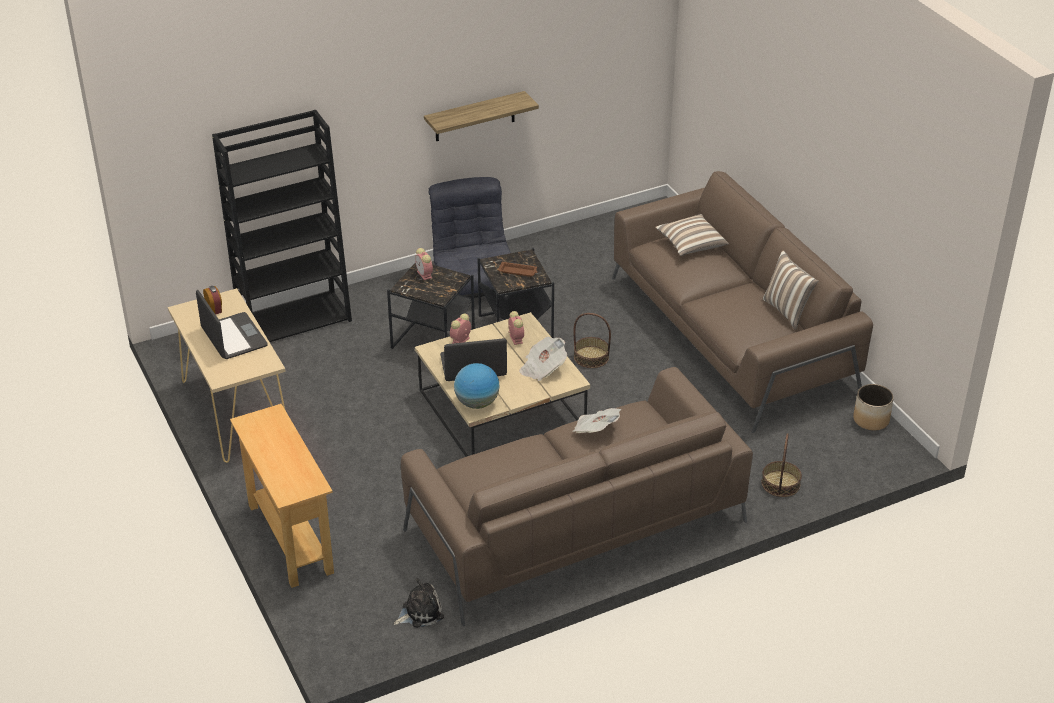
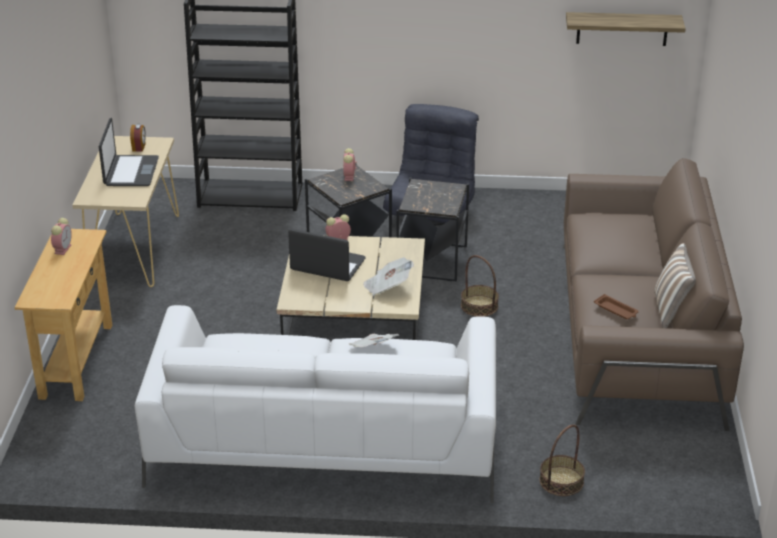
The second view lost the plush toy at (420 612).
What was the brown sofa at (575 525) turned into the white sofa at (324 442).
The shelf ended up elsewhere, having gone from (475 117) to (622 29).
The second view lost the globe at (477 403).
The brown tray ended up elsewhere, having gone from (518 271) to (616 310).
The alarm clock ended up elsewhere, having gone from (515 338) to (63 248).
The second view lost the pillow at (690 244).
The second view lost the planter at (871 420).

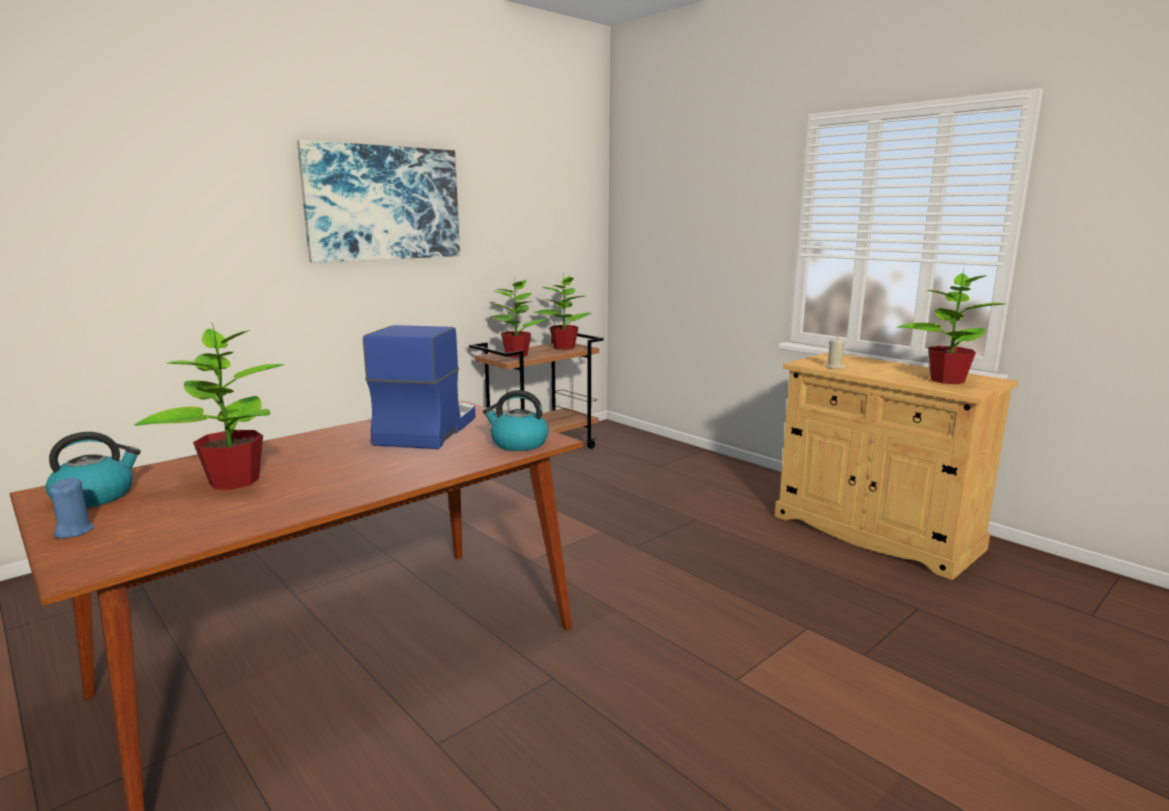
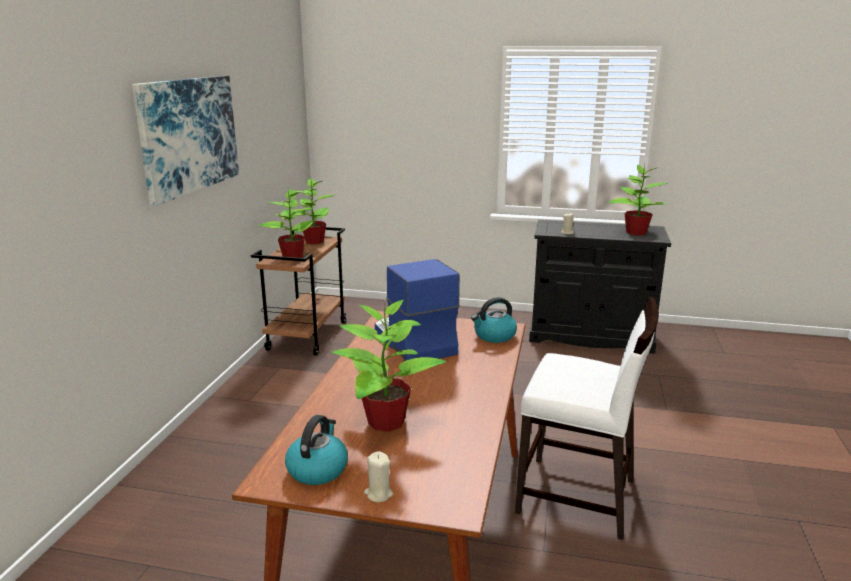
What was the blue candle at (74 531) turned into the beige candle at (378 494).
What was the beige cabinet at (875 532) turned into the black cabinet at (590 336).
The second view gained the white chair at (577 497).

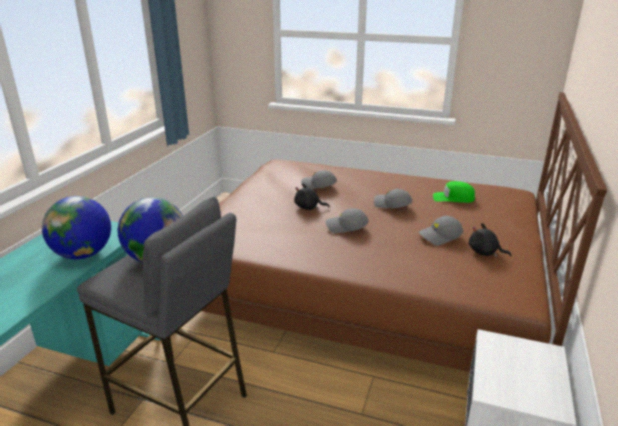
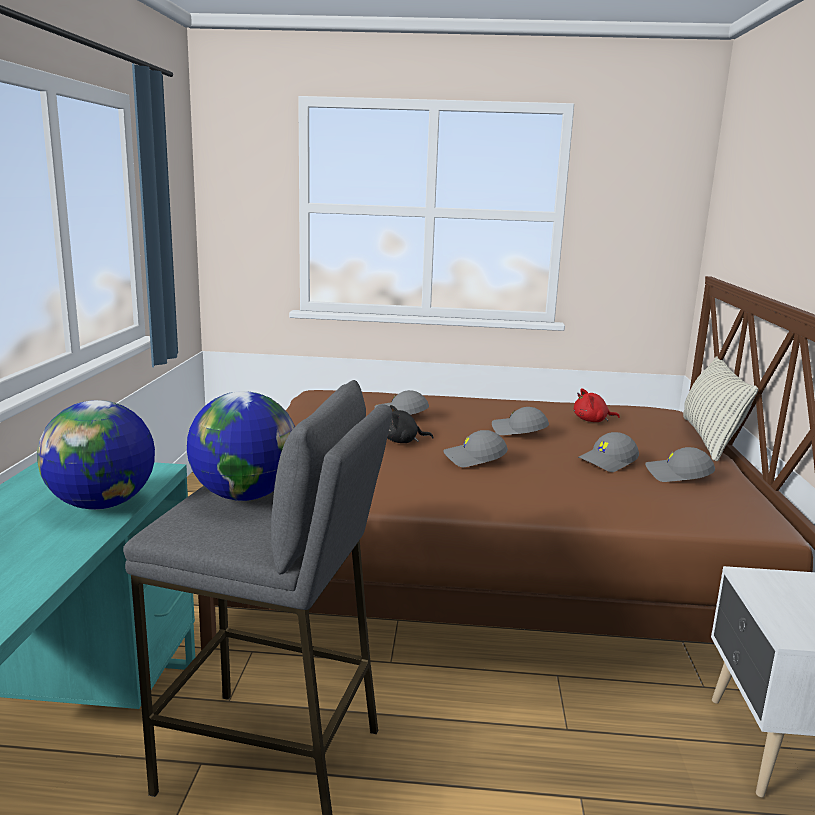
Where the green cap stood at (453 198), the red plush toy came to stand at (592 421).
Where the black plush toy stood at (485 252), the grey cap came to stand at (678 476).
The second view gained the pillow at (709 439).

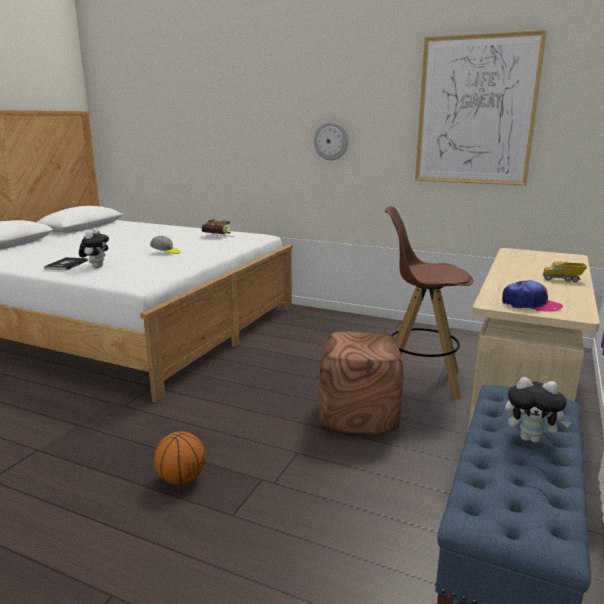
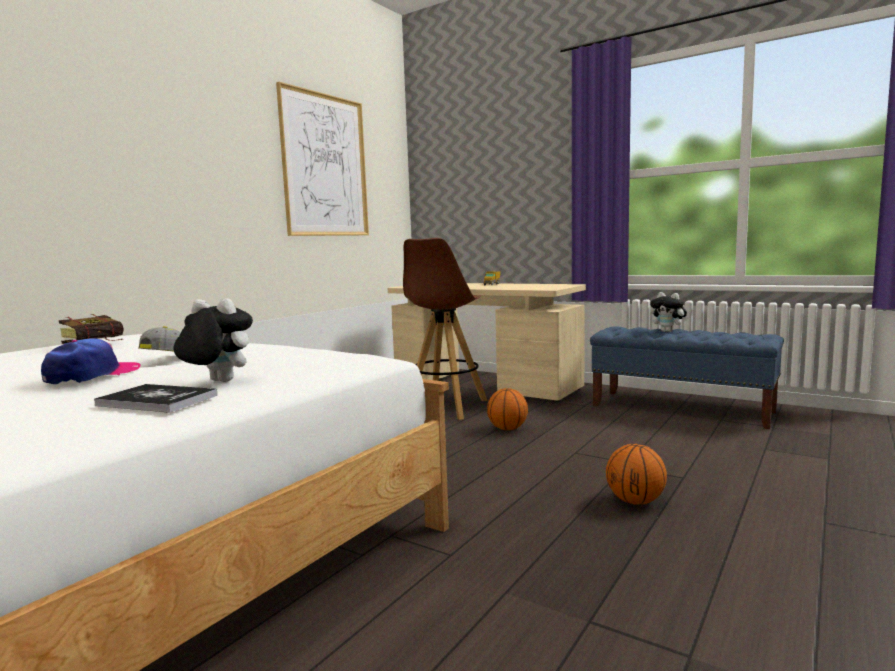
The second view lost the wall clock at (331 141).
Where the brown ottoman stood at (359 415), the basketball came to stand at (507 429).
The cap ended up elsewhere, having gone from (530 304) to (92 375).
The plush toy at (531 438) ended up facing another way, 105 degrees clockwise from before.

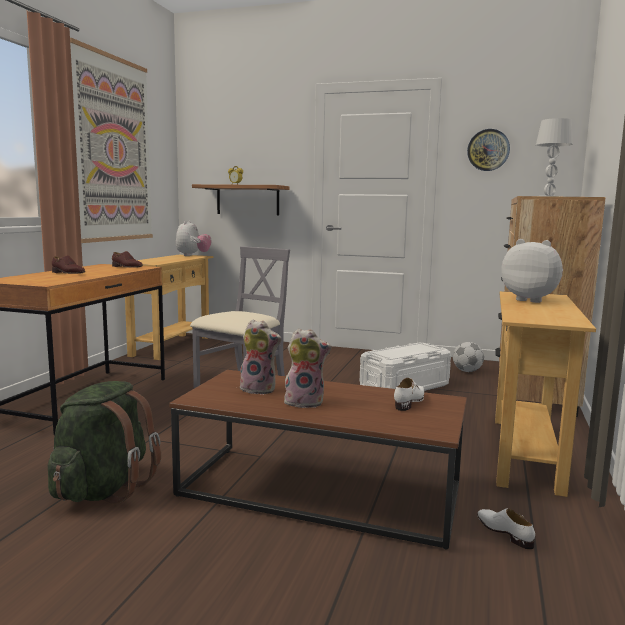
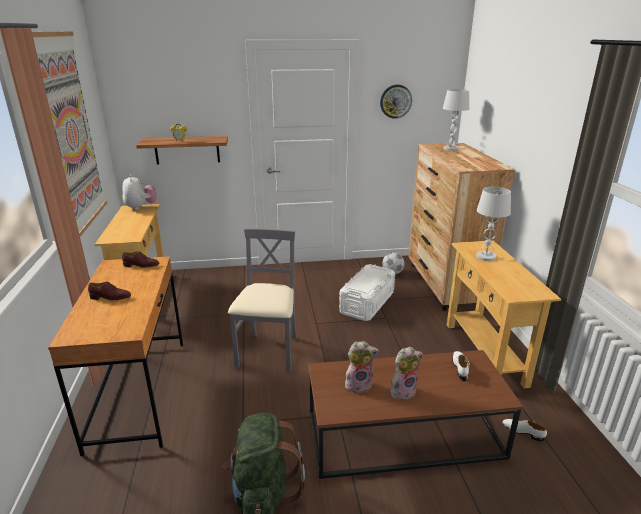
Where the plush toy stood at (531 300), the white table lamp came to stand at (485 257).

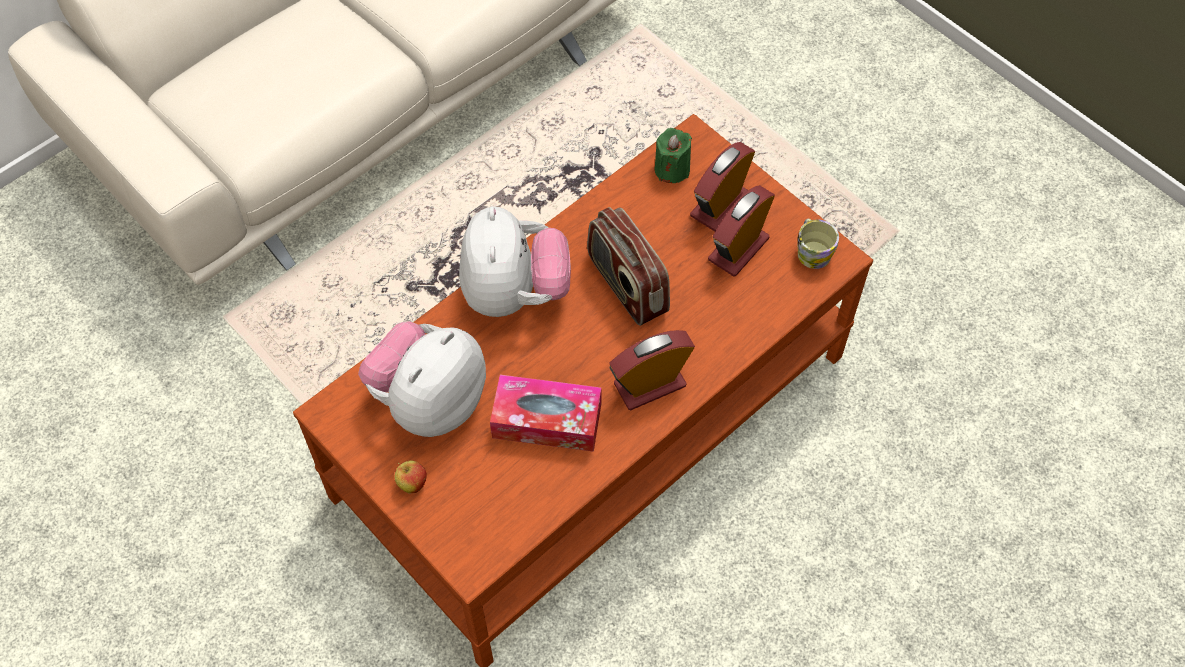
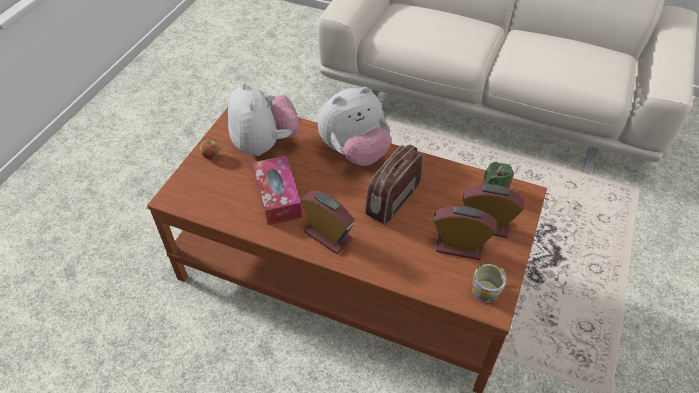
The plush toy at (429 401) ended up facing another way, 60 degrees clockwise from before.

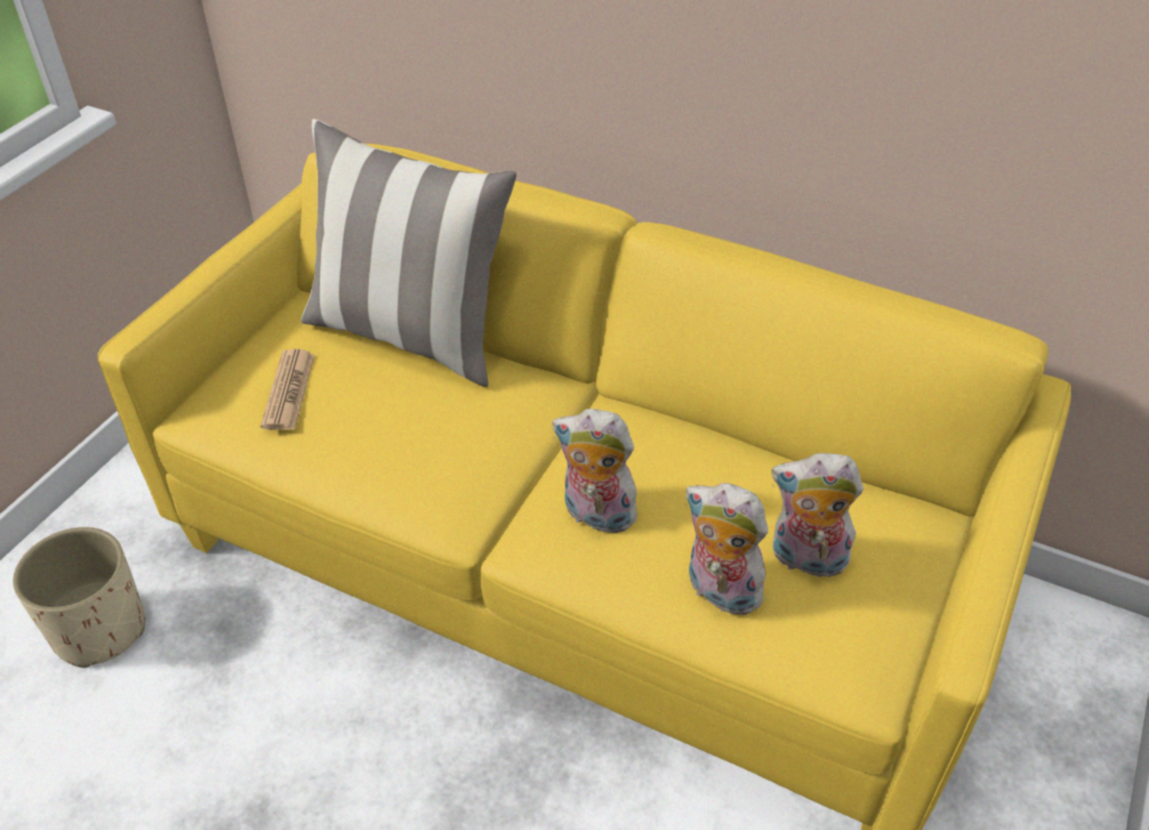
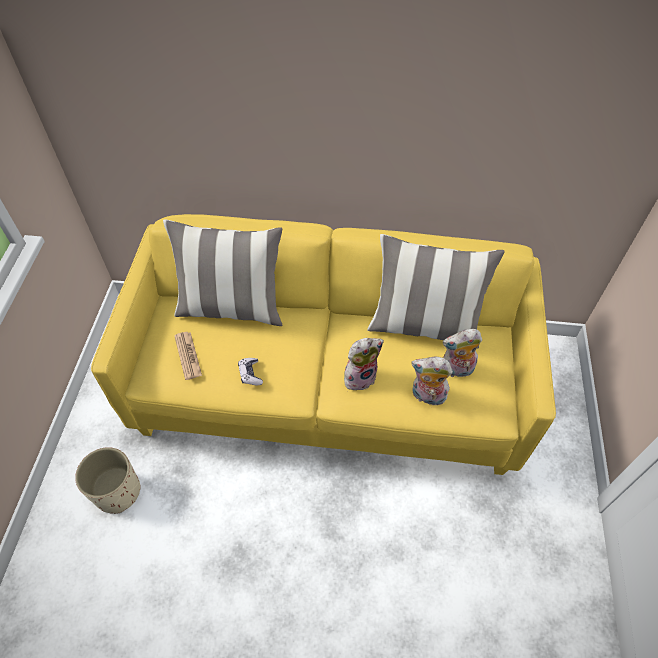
The plush toy at (595 515) ended up facing another way, 150 degrees clockwise from before.
The second view gained the game controller at (250 374).
The second view gained the pillow at (424 325).

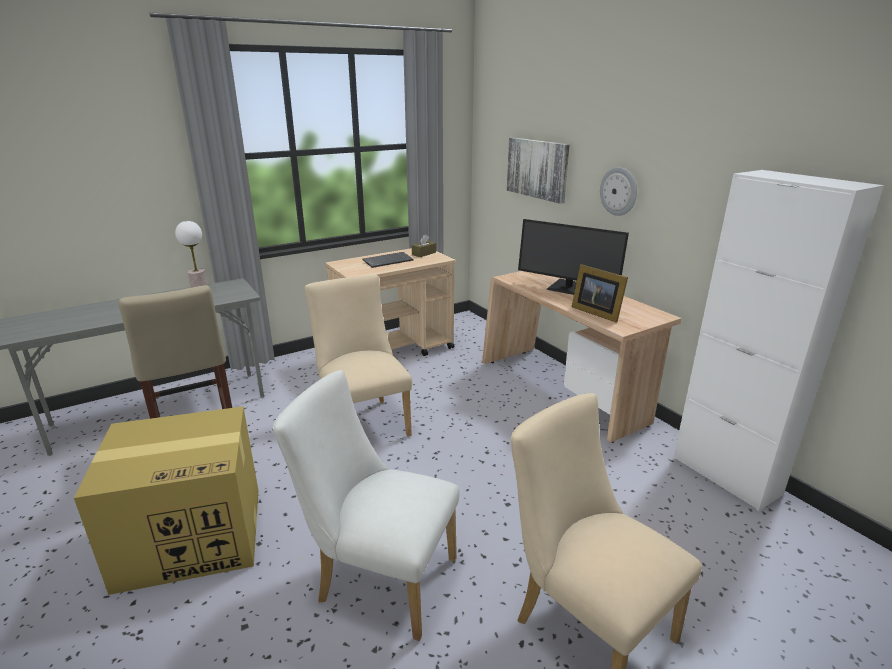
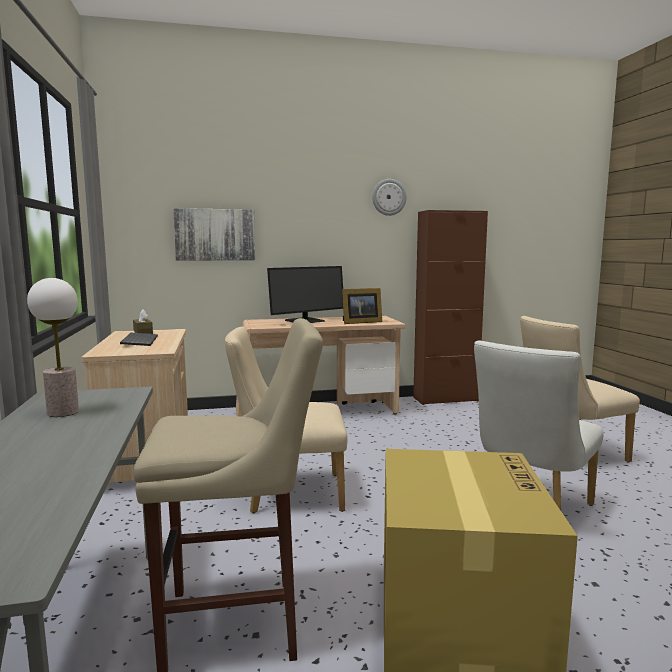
The wall clock ended up elsewhere, having gone from (619 191) to (389 197).
What was the white cabinet at (725 475) turned into the brown cabinet at (445 399).

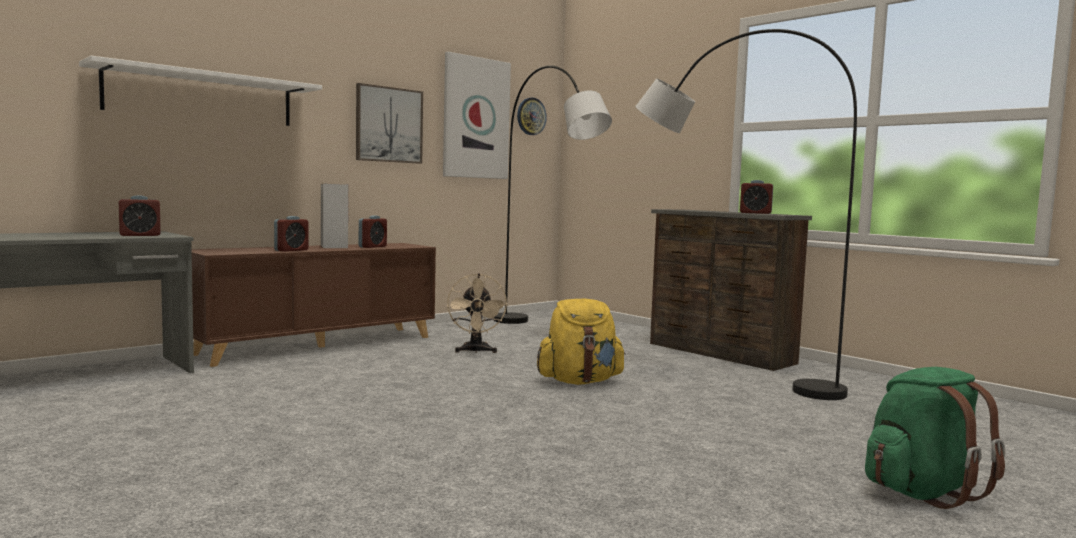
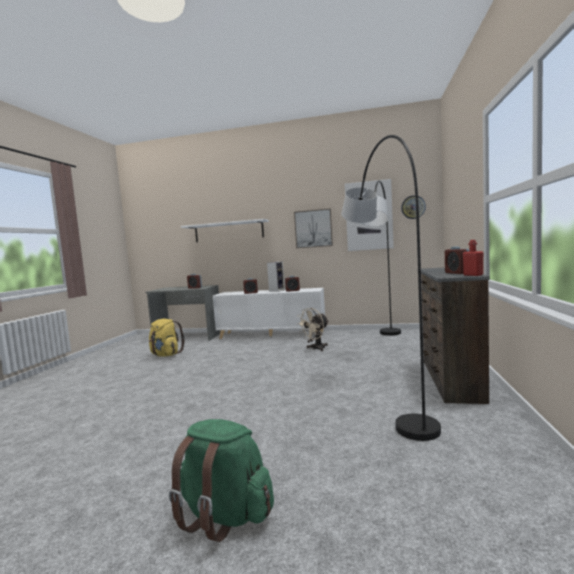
What was the brown cabinet at (319 345) turned into the white cabinet at (272 335).
The yellow backpack ended up elsewhere, having gone from (579 381) to (166 355).
The second view gained the red bottle at (473 275).

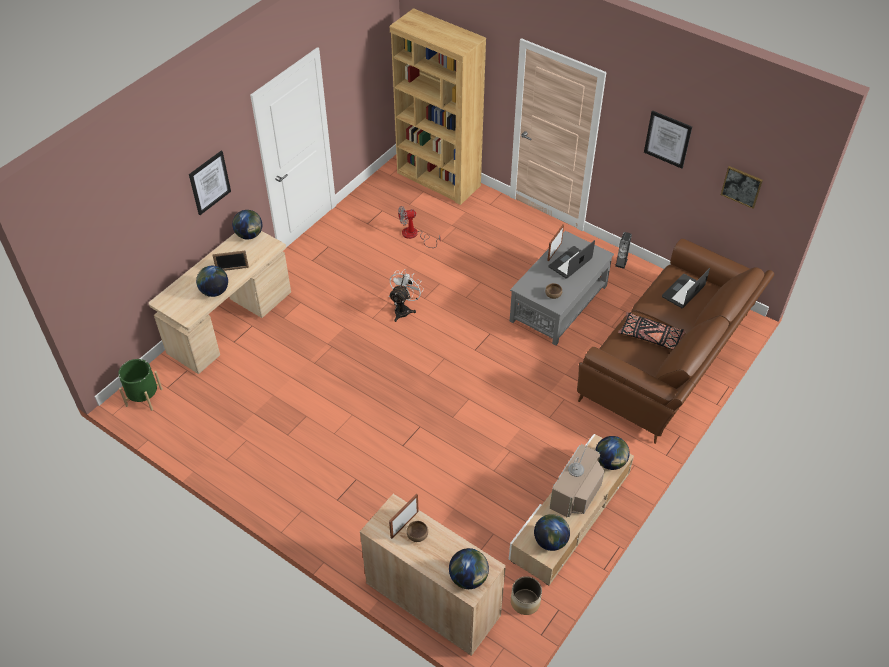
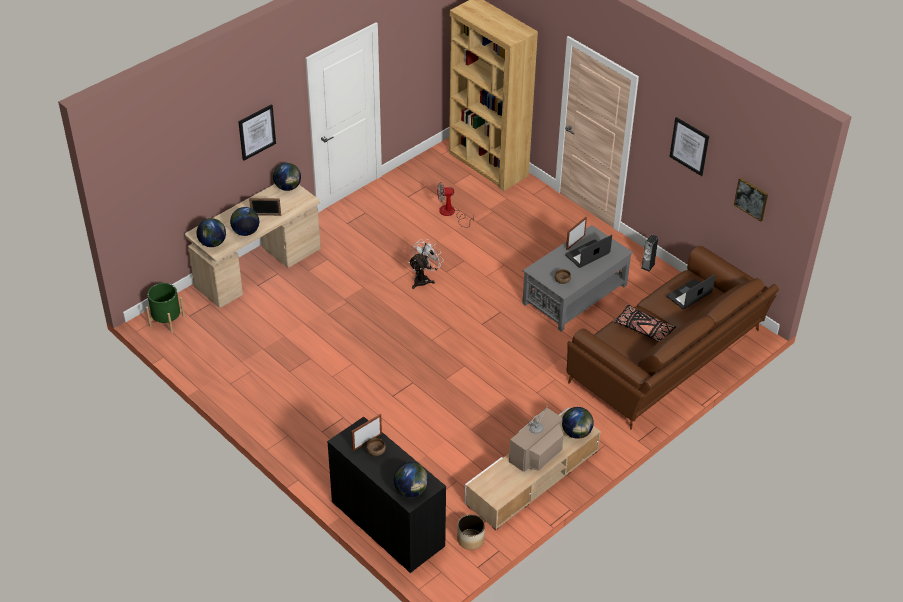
What was the beige cabinet at (433 600) turned into the black cabinet at (388 524).
The globe ended up elsewhere, having gone from (550 541) to (213 243).

